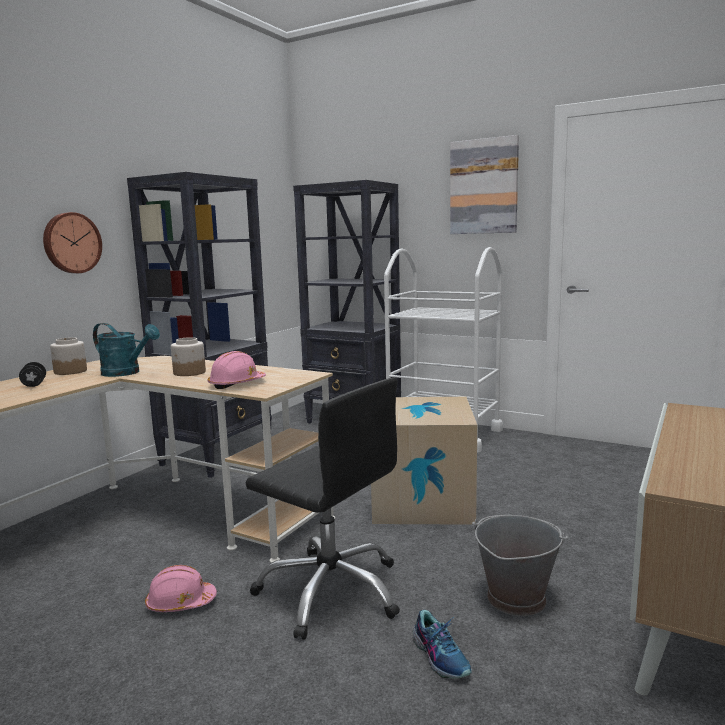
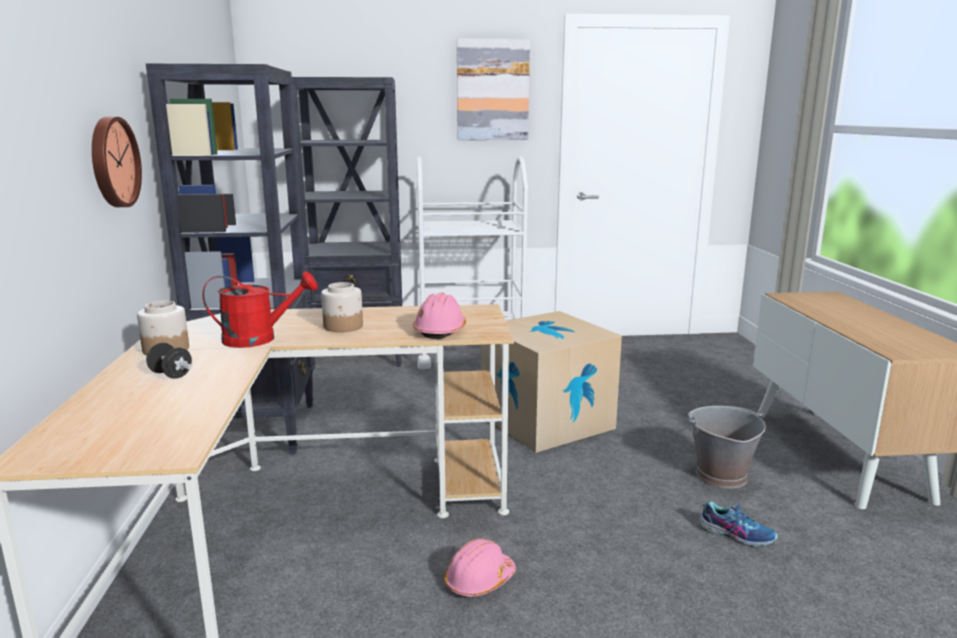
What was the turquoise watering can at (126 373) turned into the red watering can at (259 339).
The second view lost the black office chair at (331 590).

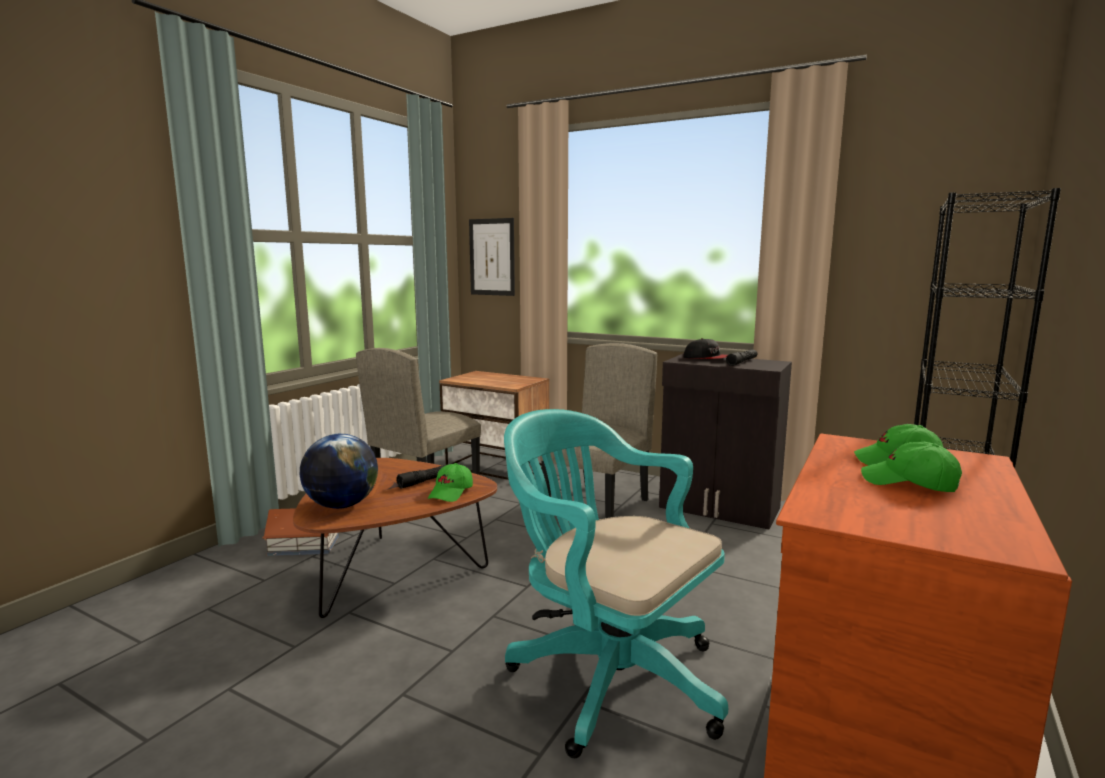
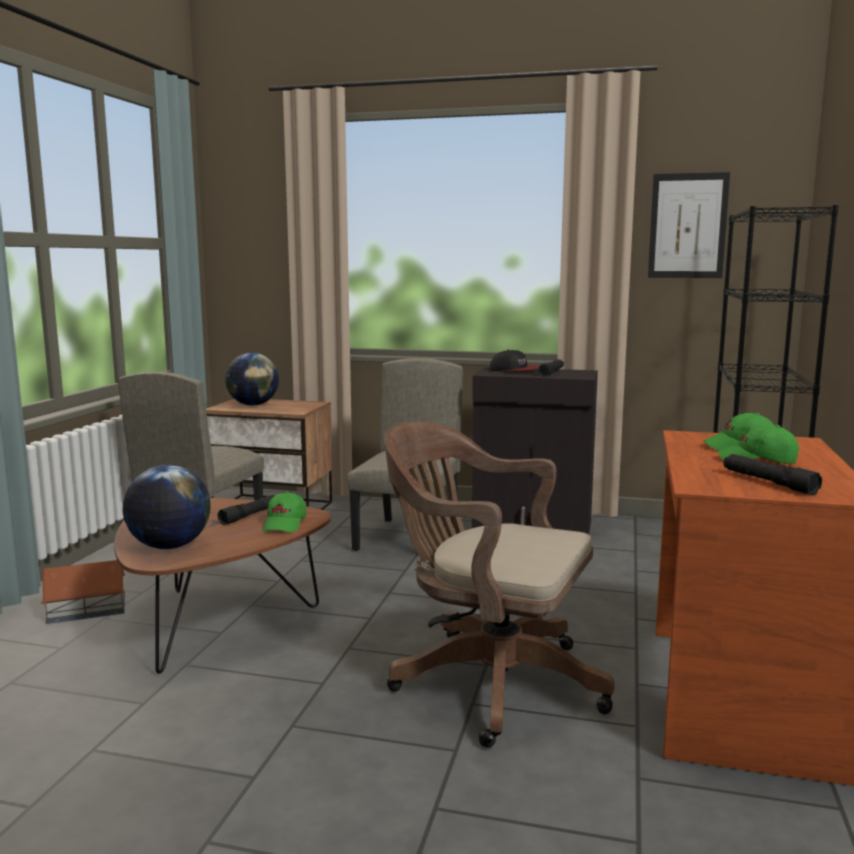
The picture ended up elsewhere, having gone from (492 257) to (687 226).
What was the turquoise office chair at (607 675) turned into the brown office chair at (488 681).
The second view gained the globe at (253 405).
The second view gained the black flashlight at (768 482).

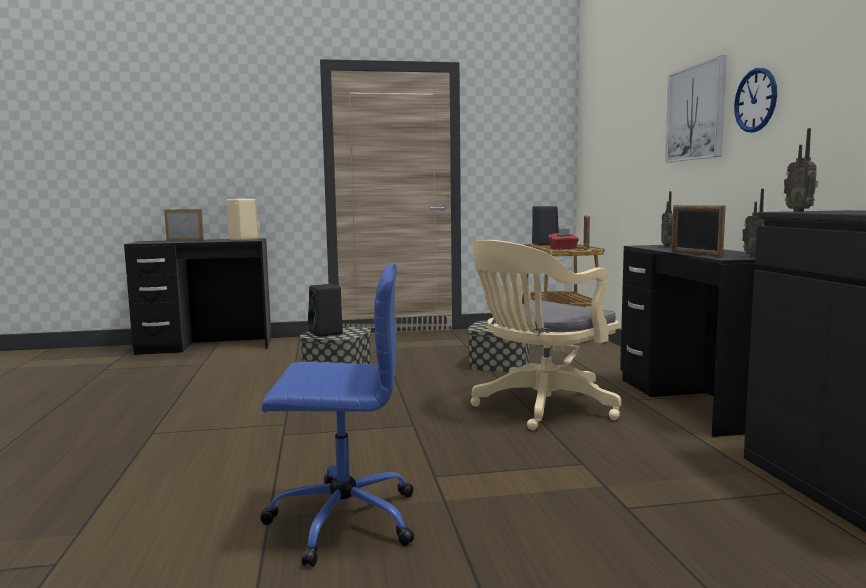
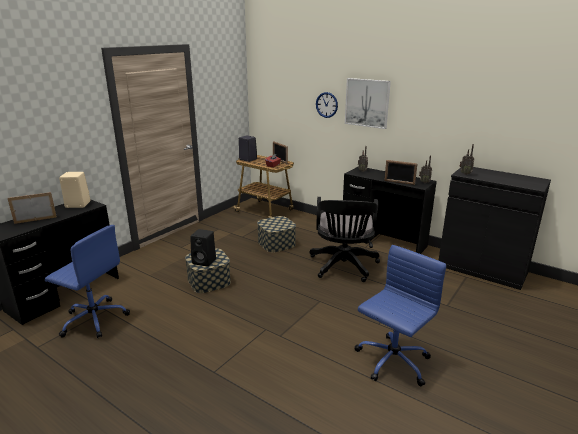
What was the beige office chair at (540 407) turned into the black office chair at (343 267).
The wall clock ended up elsewhere, having gone from (755 100) to (326 105).
The second view gained the blue office chair at (94 319).

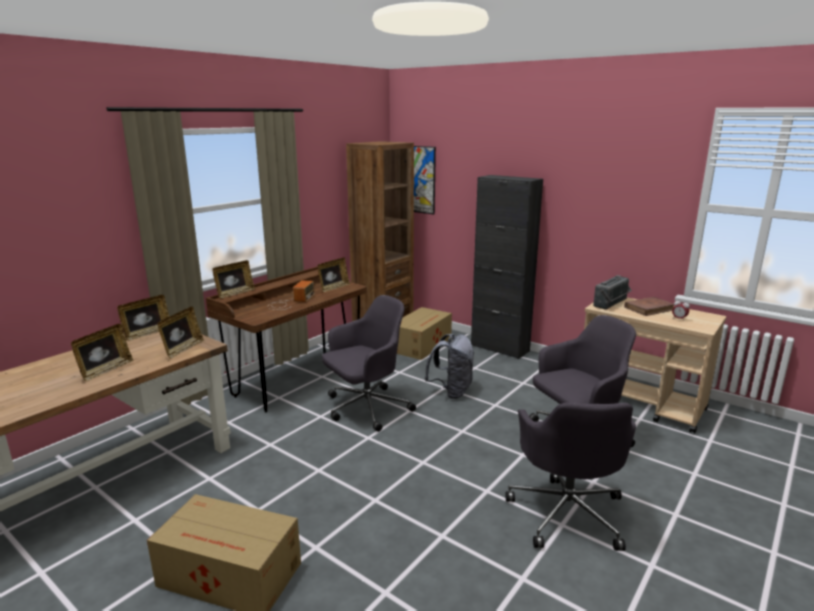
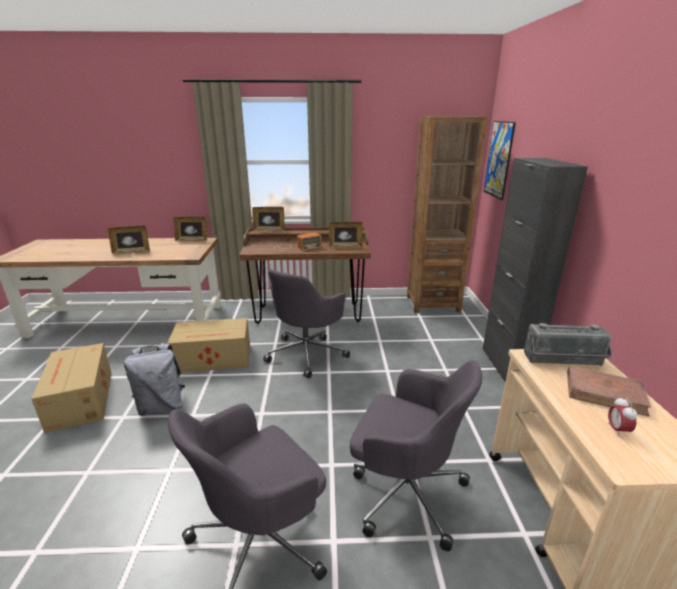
The second view lost the picture frame at (182 349).
The grey office chair at (366 408) ended up facing another way, 105 degrees clockwise from before.
The cardboard box ended up elsewhere, having gone from (422 345) to (214 358).
The grey backpack ended up elsewhere, having gone from (451 391) to (162 406).

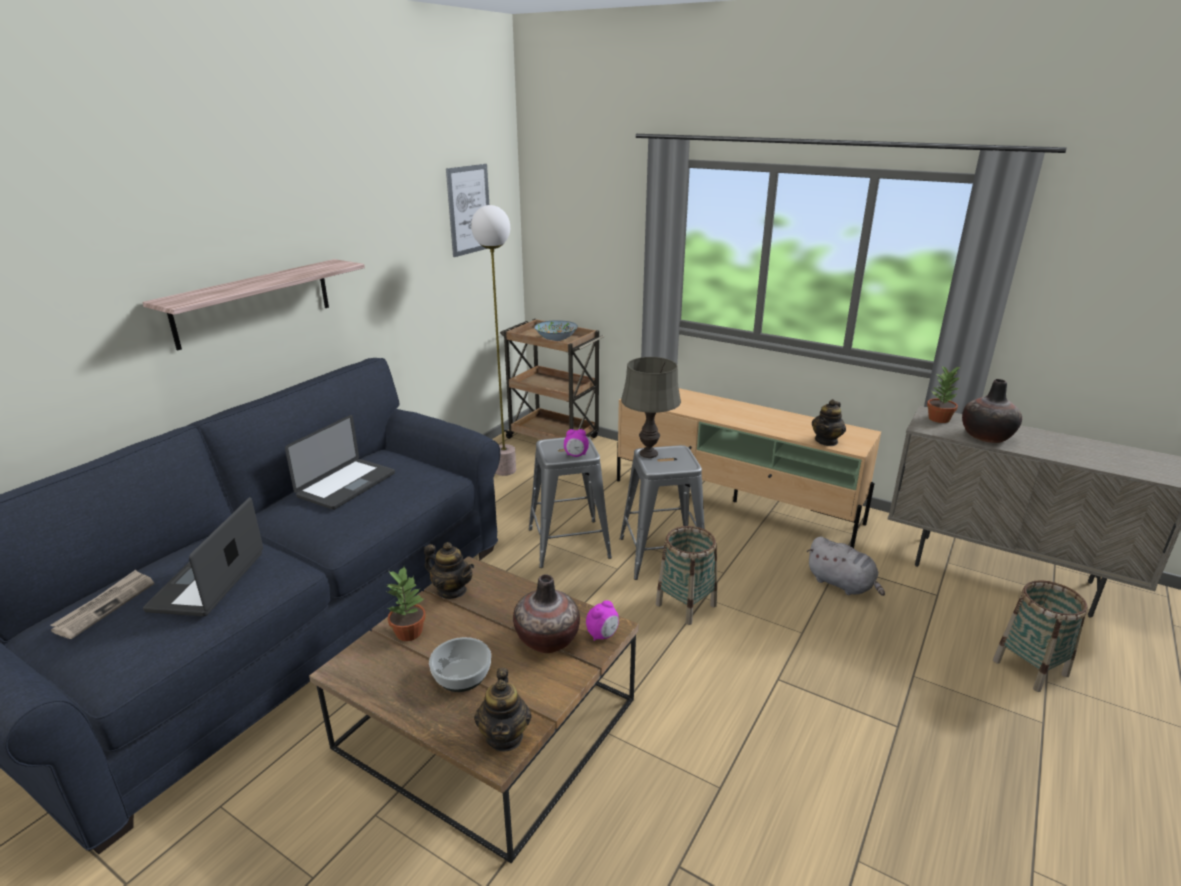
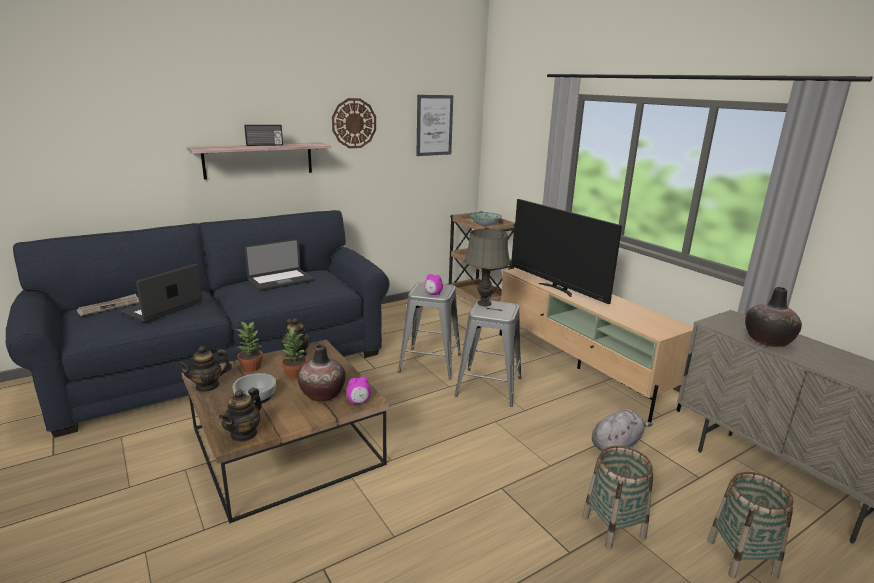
The second view lost the floor lamp at (505 470).
The basket ended up elsewhere, having gone from (686 605) to (613 527).
The grey plush toy at (842 584) ended up facing another way, 105 degrees counterclockwise from before.
The teapot ended up elsewhere, having gone from (826 441) to (207 386).
The potted plant ended up elsewhere, having gone from (939 419) to (295 374).
The second view gained the radio at (264 145).
The second view gained the wall clock at (354 123).
The second view gained the television at (557 289).

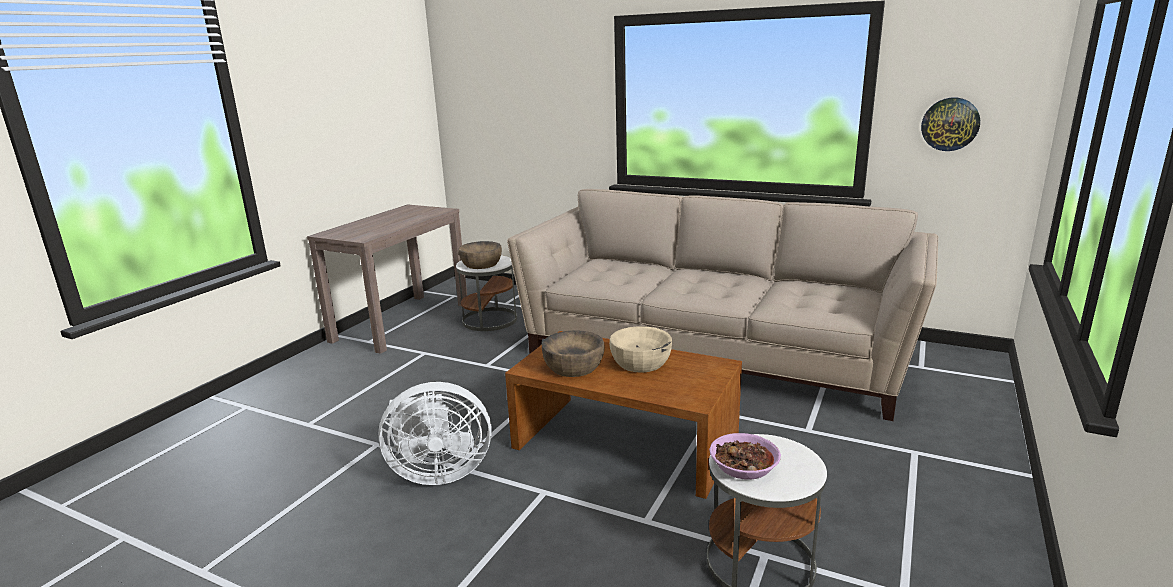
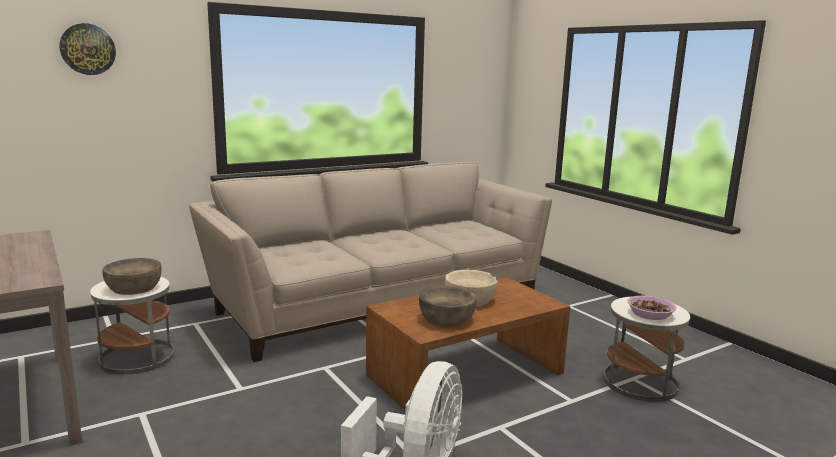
The wall clock ended up elsewhere, having gone from (950 124) to (88 49).

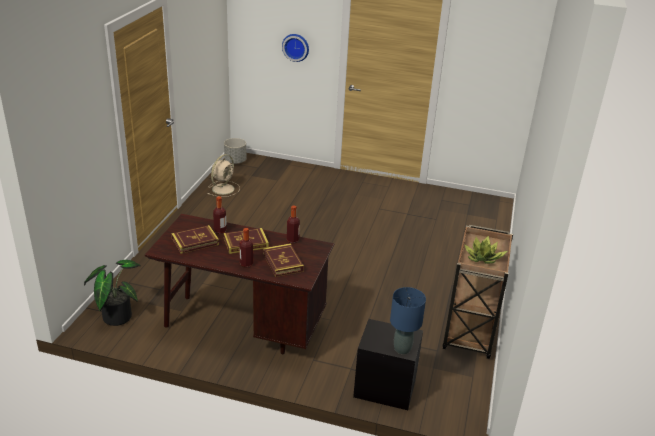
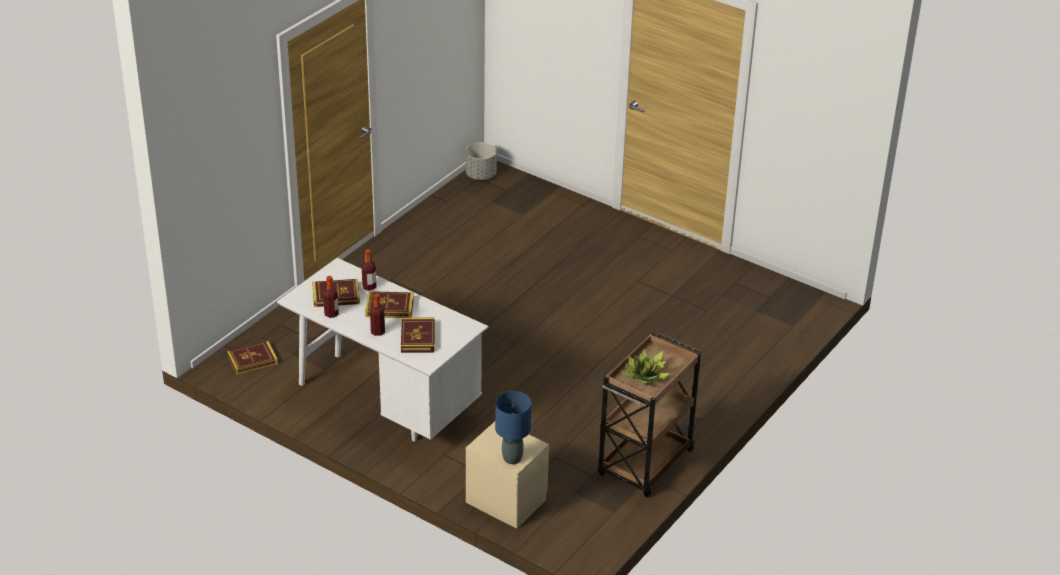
Where the potted plant stood at (116 315), the book came to stand at (252 360).
What was the brown desk at (242 326) turned into the white desk at (384 402).
The second view lost the beige fan at (224 188).
The second view lost the wall clock at (296 47).
The bottle ended up elsewhere, having gone from (293 240) to (331 314).
What was the black nightstand at (385 387) turned into the beige nightstand at (507 500).

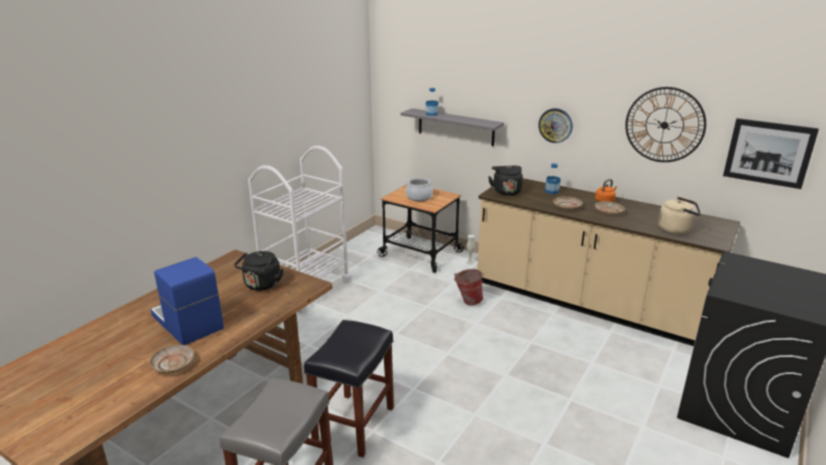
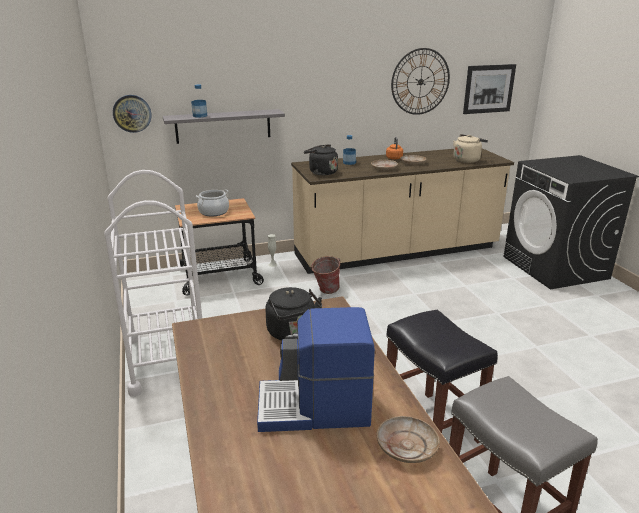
The wall clock ended up elsewhere, having gone from (555 125) to (132 113).

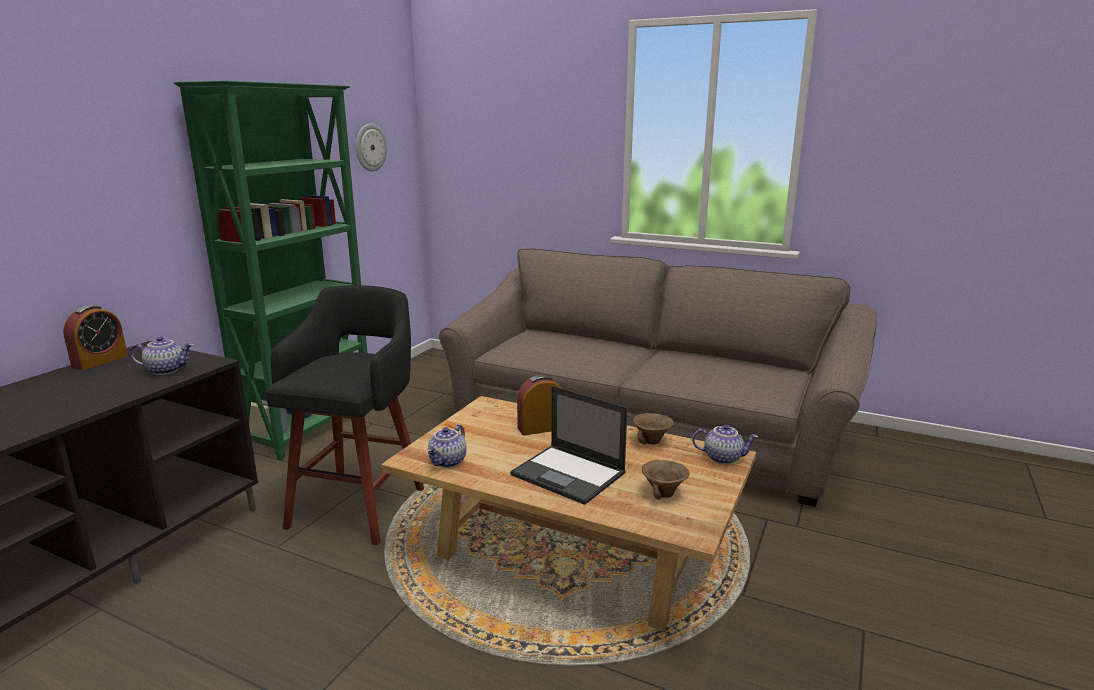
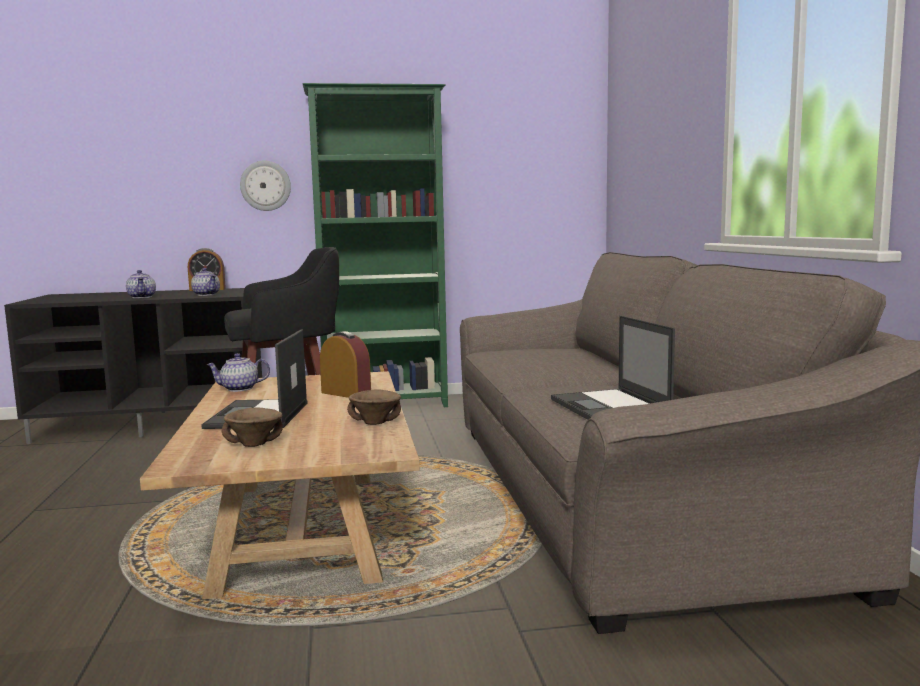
The wall clock ended up elsewhere, having gone from (370 147) to (265 186).
The teapot ended up elsewhere, having gone from (723 458) to (142 297).
The second view gained the laptop at (610 407).

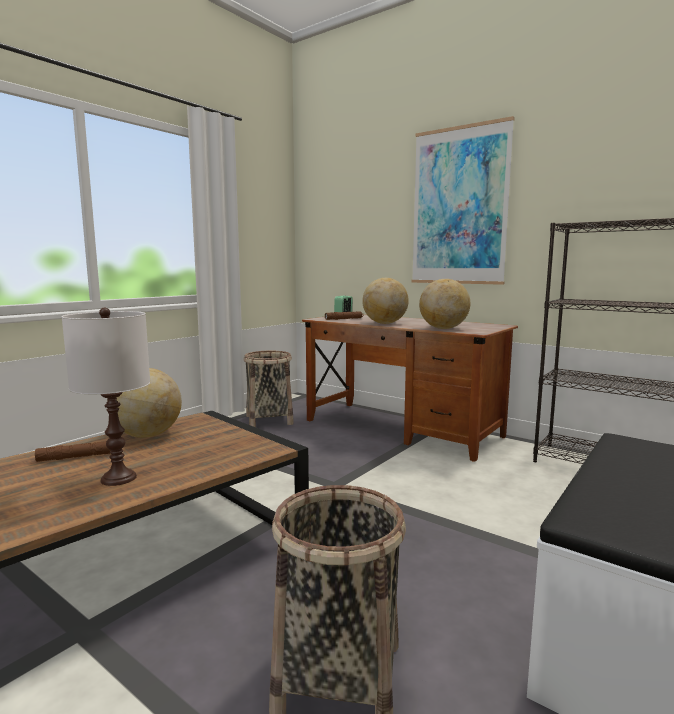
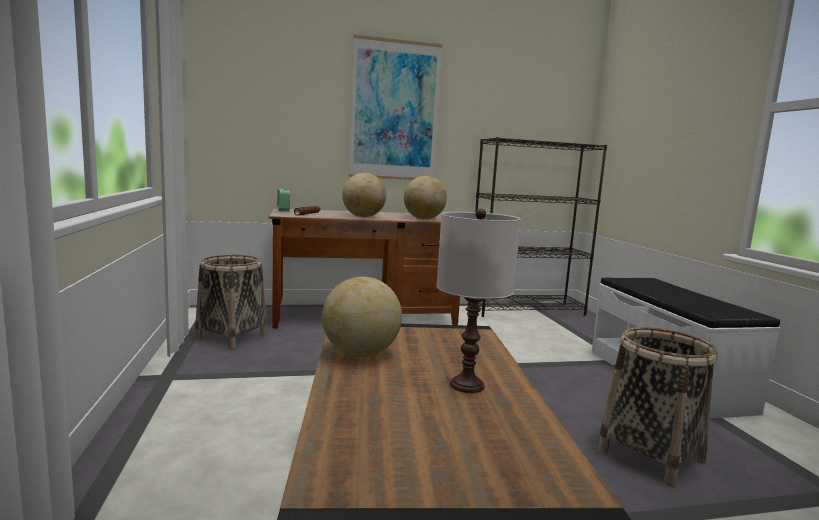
The second view lost the brown flashlight at (78 457).

